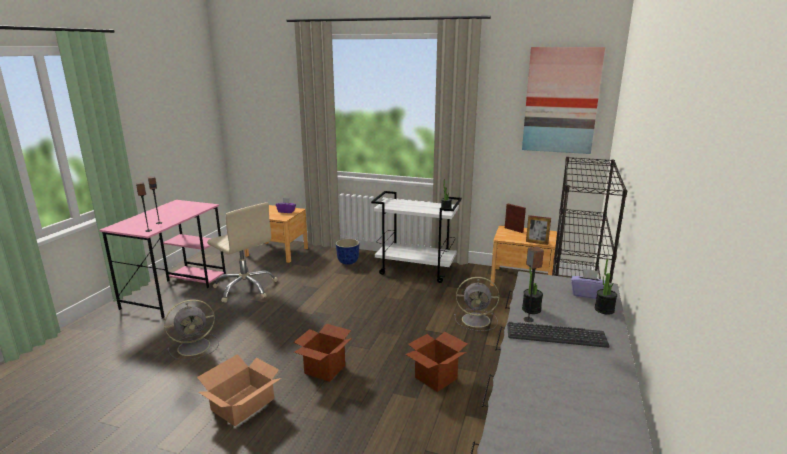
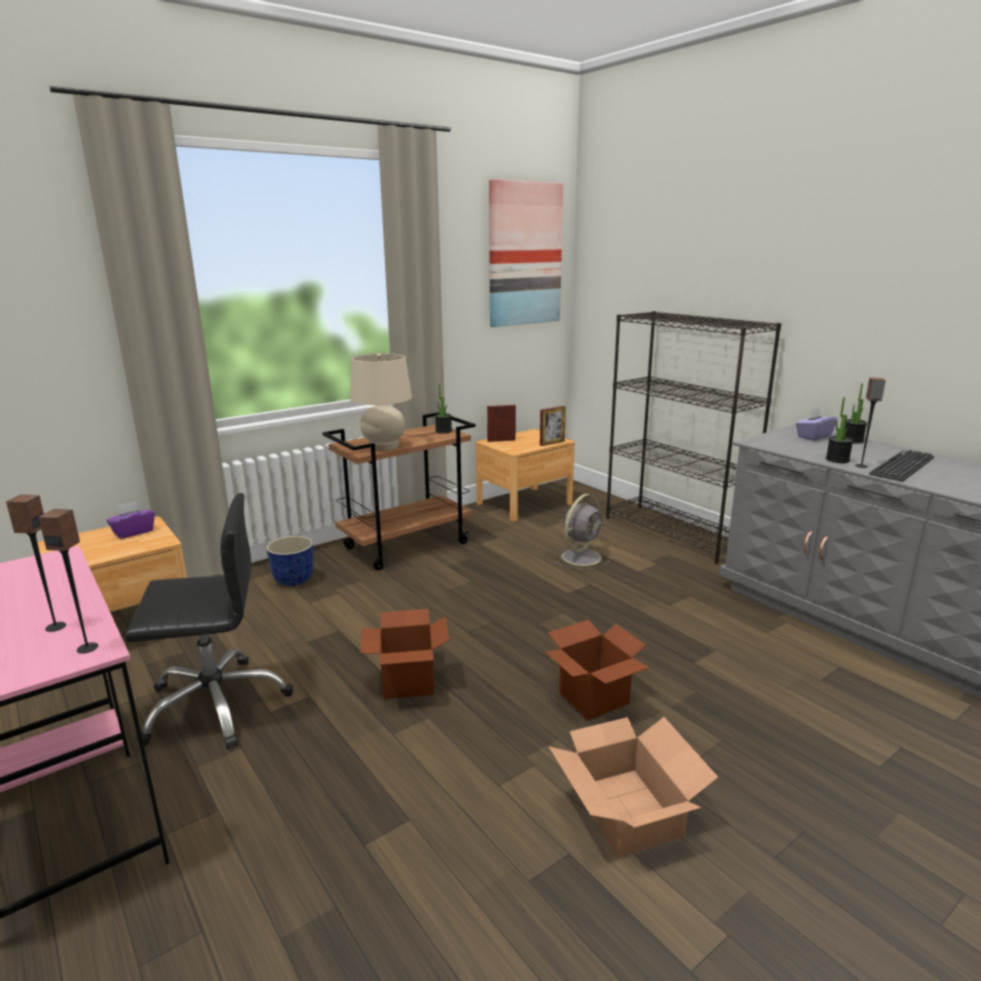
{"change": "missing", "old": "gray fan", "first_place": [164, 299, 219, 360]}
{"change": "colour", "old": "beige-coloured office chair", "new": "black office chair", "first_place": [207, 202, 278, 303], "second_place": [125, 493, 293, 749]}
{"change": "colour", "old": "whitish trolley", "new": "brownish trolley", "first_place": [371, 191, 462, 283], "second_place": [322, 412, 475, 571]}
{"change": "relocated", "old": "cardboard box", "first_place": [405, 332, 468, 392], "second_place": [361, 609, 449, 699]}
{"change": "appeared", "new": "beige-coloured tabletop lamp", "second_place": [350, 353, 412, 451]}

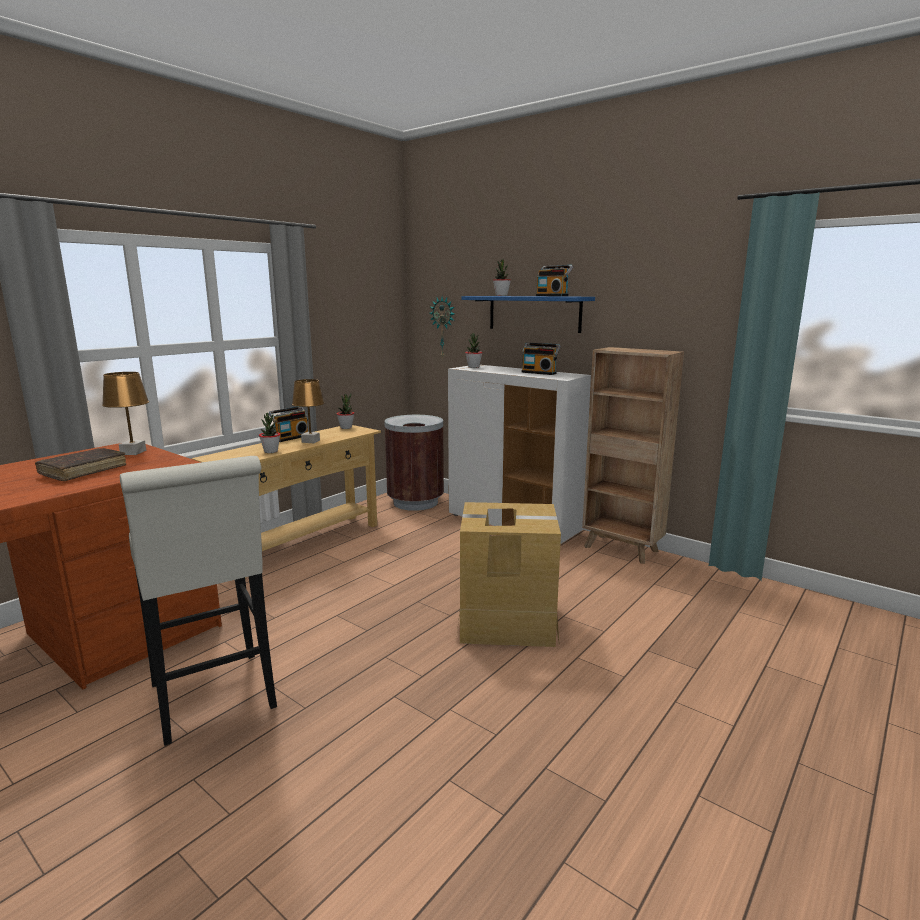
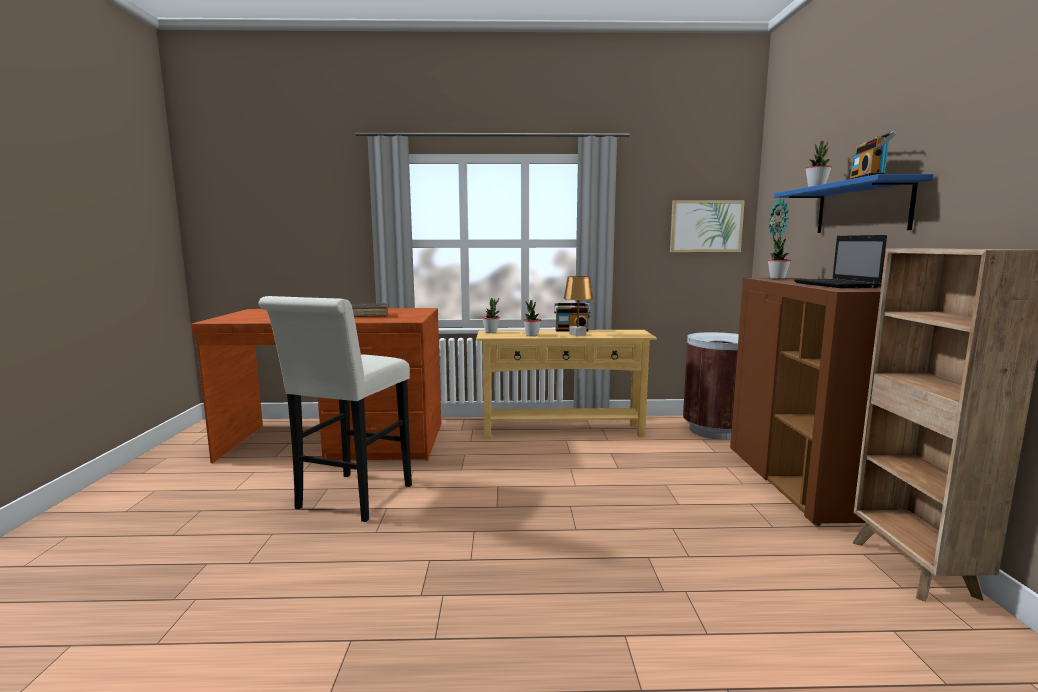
{"change": "missing", "old": "brownish tabletop lamp", "first_place": [102, 372, 149, 455]}
{"change": "relocated", "old": "houseplant", "first_place": [337, 394, 354, 429], "second_place": [482, 298, 500, 333]}
{"change": "colour", "old": "whitish cupboard", "new": "brownish cupboard", "first_place": [448, 365, 591, 545], "second_place": [730, 278, 881, 526]}
{"change": "missing", "old": "cardboard box", "first_place": [457, 502, 561, 647]}
{"change": "exchanged", "old": "radio", "new": "portable computer", "first_place": [521, 343, 561, 375], "second_place": [794, 235, 887, 288]}
{"change": "appeared", "new": "picture", "second_place": [670, 200, 745, 252]}

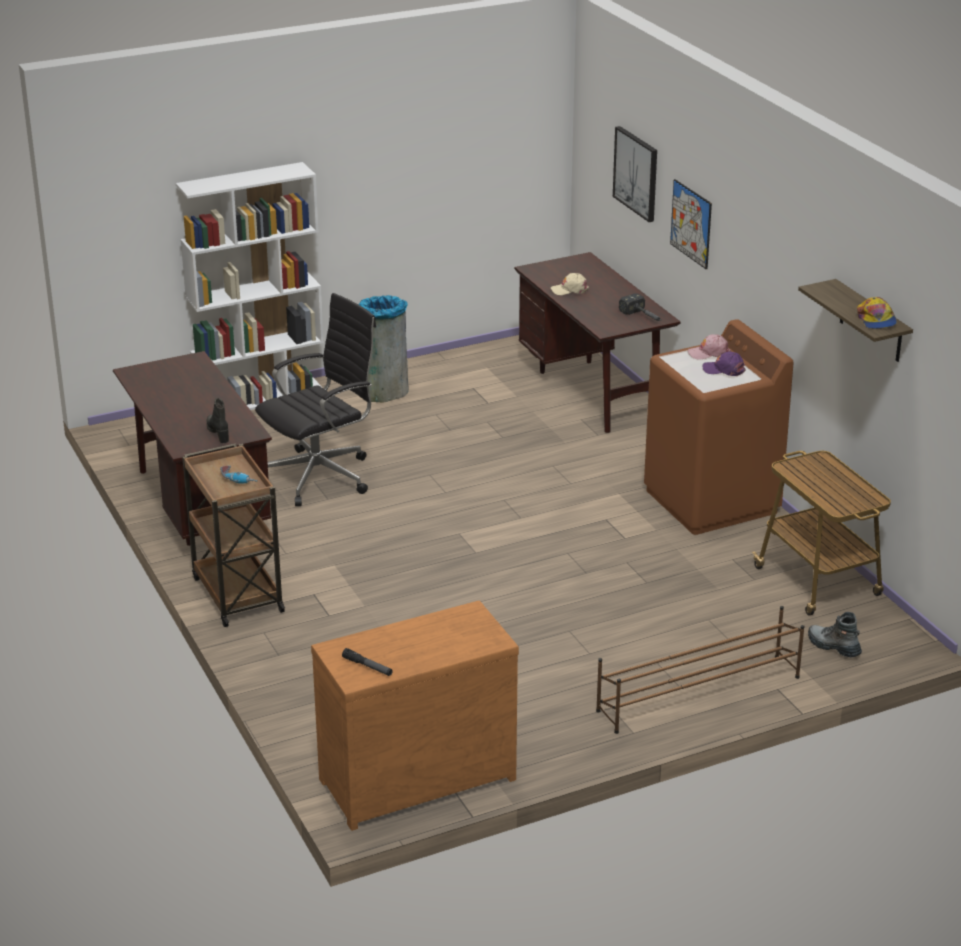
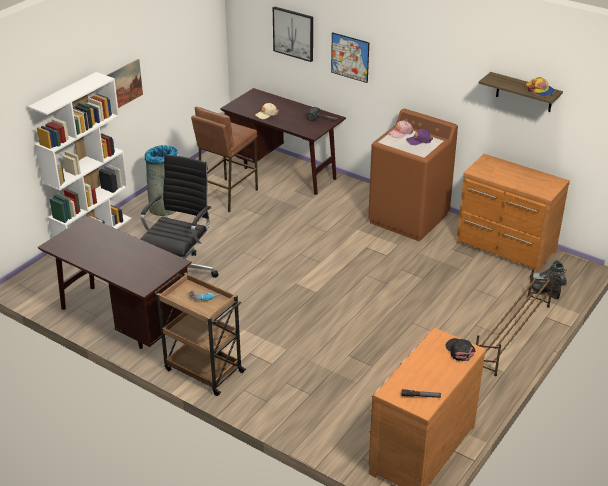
{"change": "relocated", "old": "black tall boot", "first_place": [206, 398, 229, 443], "second_place": [531, 274, 562, 300]}
{"change": "exchanged", "old": "trolley", "new": "brownish dresser", "first_place": [752, 451, 891, 616], "second_place": [456, 154, 570, 273]}
{"change": "appeared", "new": "picture", "second_place": [107, 59, 143, 108]}
{"change": "appeared", "new": "brownish sitting stool", "second_place": [191, 107, 258, 212]}
{"change": "appeared", "new": "black peaked cap", "second_place": [445, 338, 475, 361]}

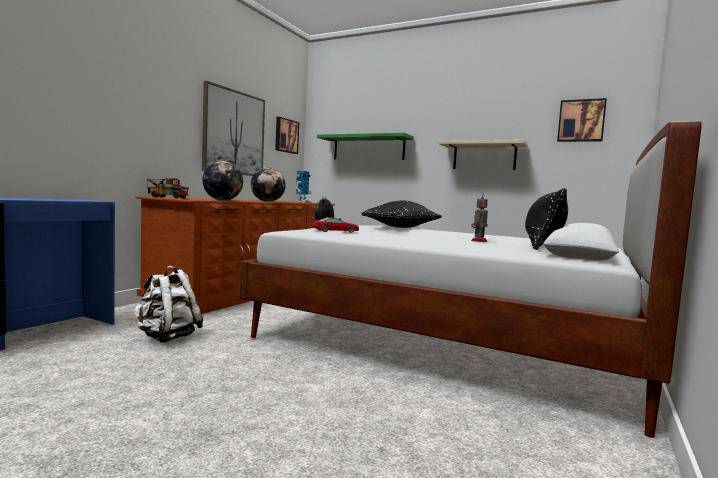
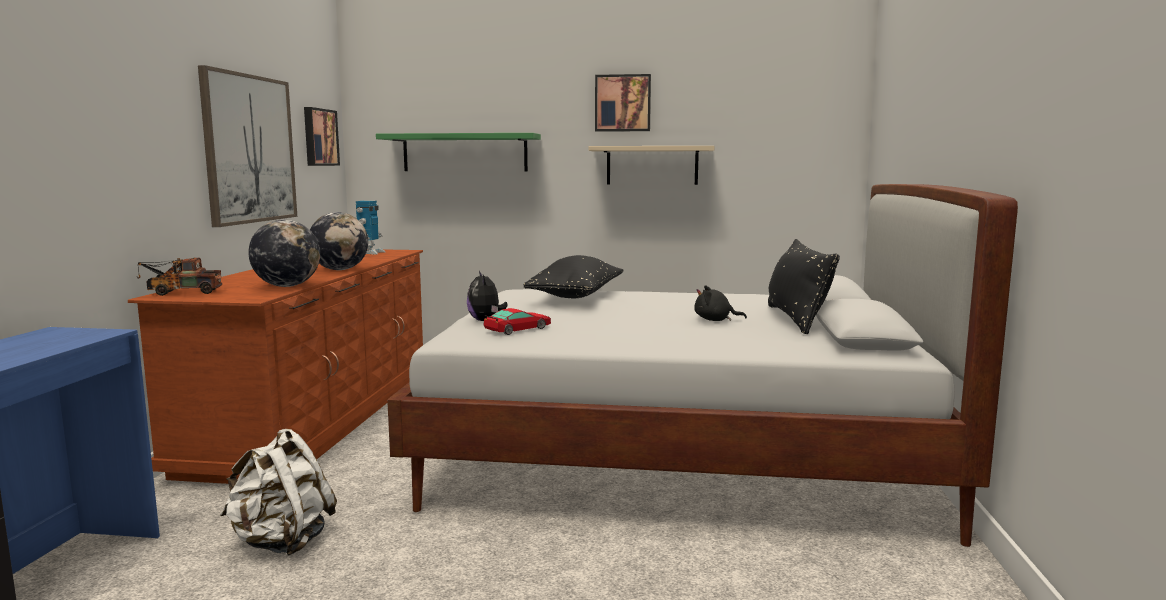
{"change": "exchanged", "old": "toy robot", "new": "black cuddly toy", "first_place": [471, 193, 488, 242], "second_place": [694, 286, 747, 321]}
{"change": "relocated", "old": "picture", "first_place": [557, 98, 607, 142], "second_place": [595, 74, 651, 132]}

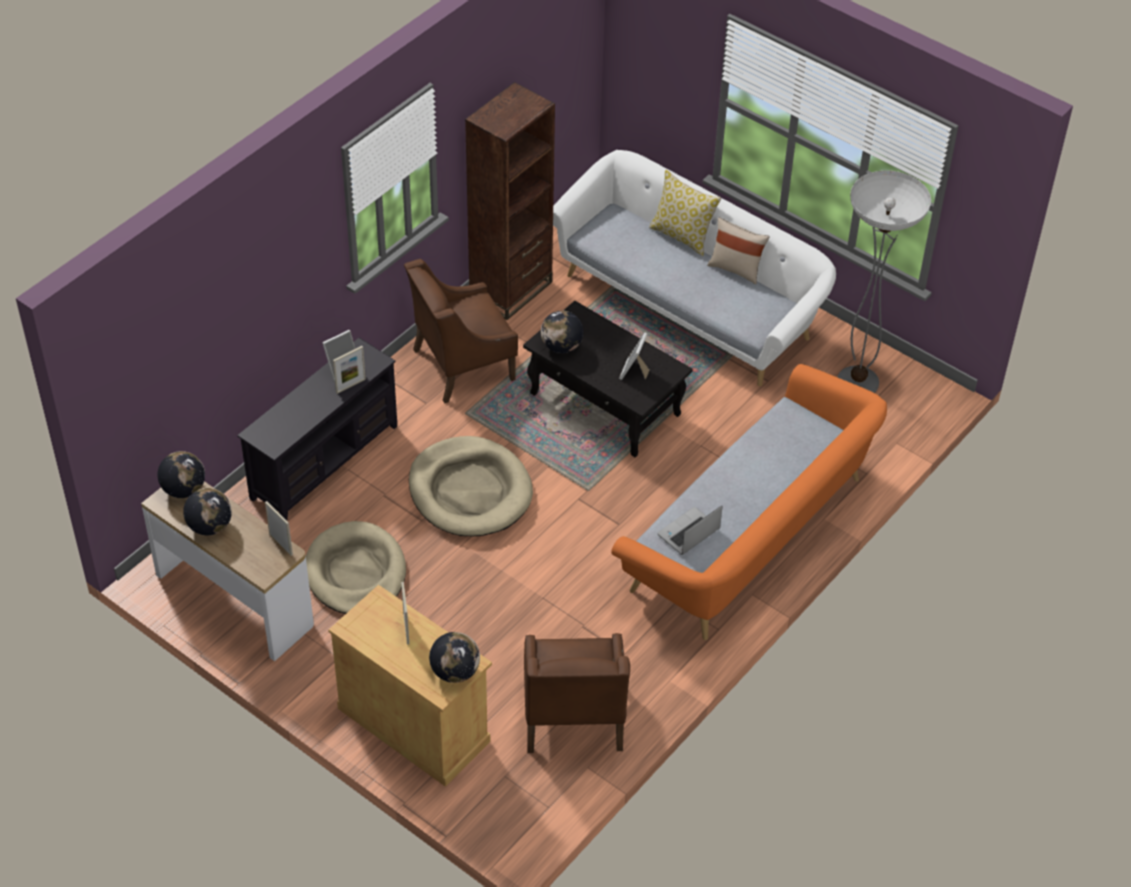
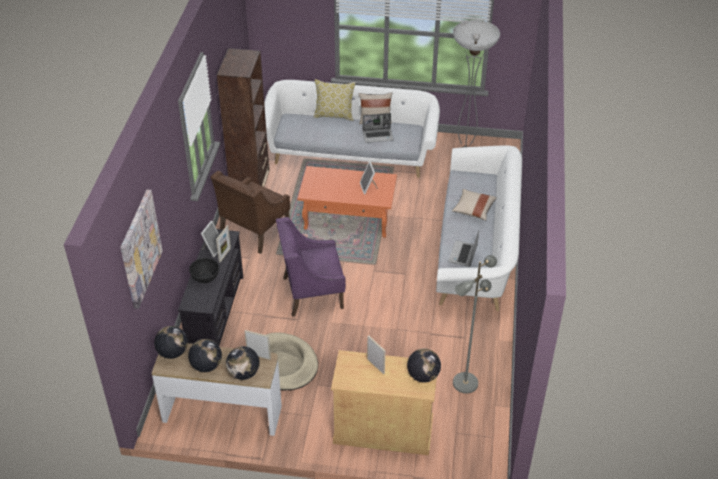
{"change": "exchanged", "old": "beige-coloured dog bed", "new": "purplish lounge chair", "first_place": [409, 436, 533, 537], "second_place": [276, 217, 346, 317]}
{"change": "colour", "old": "black low table", "new": "orange low table", "first_place": [523, 301, 693, 457], "second_place": [298, 166, 397, 238]}
{"change": "exchanged", "old": "brownish lounge chair", "new": "gray floor lamp", "first_place": [524, 633, 630, 753], "second_place": [453, 255, 497, 394]}
{"change": "relocated", "old": "globe", "first_place": [541, 311, 583, 353], "second_place": [226, 346, 260, 380]}
{"change": "colour", "old": "orange couch", "new": "whitish couch", "first_place": [611, 364, 887, 640], "second_place": [436, 145, 522, 311]}
{"change": "appeared", "new": "picture", "second_place": [120, 190, 162, 309]}
{"change": "appeared", "new": "black bowl", "second_place": [189, 258, 219, 283]}
{"change": "appeared", "new": "portable computer", "second_place": [363, 113, 394, 143]}
{"change": "appeared", "new": "beige-coloured pillow", "second_place": [452, 189, 497, 221]}

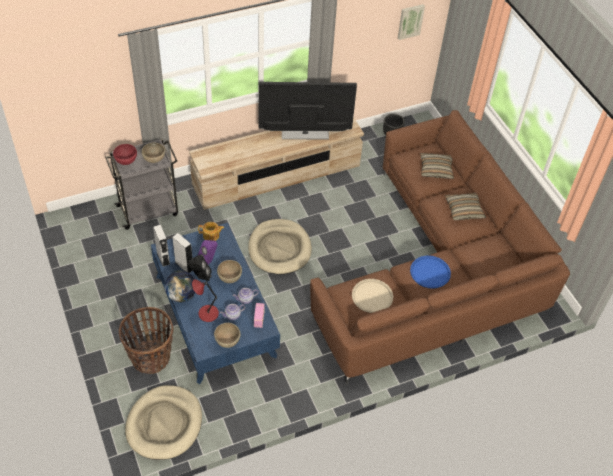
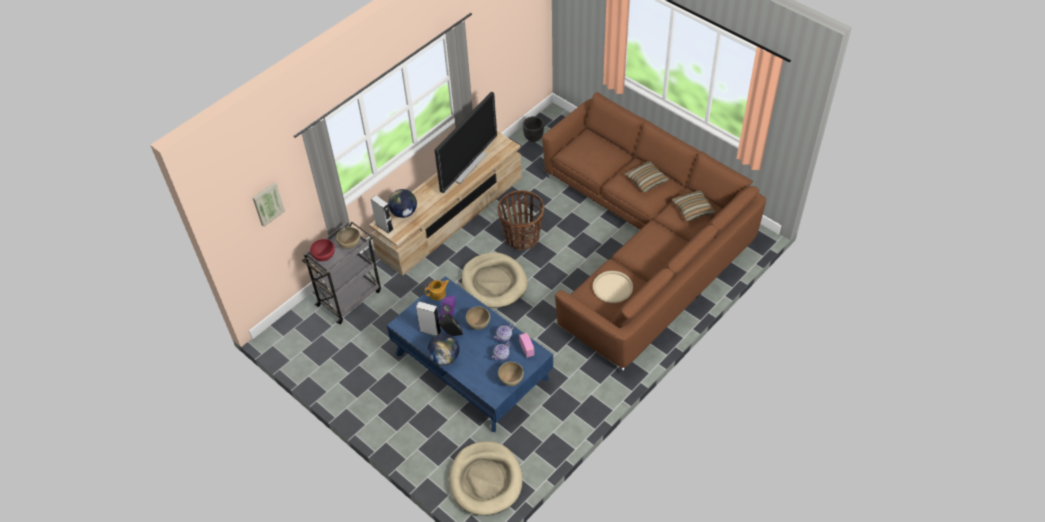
{"change": "relocated", "old": "storage basket", "first_place": [119, 307, 174, 374], "second_place": [497, 190, 544, 250]}
{"change": "relocated", "old": "gray loudspeaker", "first_place": [153, 224, 170, 267], "second_place": [371, 195, 394, 234]}
{"change": "missing", "old": "red-coloured tabletop lamp", "first_place": [192, 279, 219, 322]}
{"change": "spun", "old": "TV", "first_place": [259, 82, 357, 140], "second_place": [435, 92, 497, 193], "degrees": 150}
{"change": "relocated", "old": "picture", "first_place": [398, 4, 425, 40], "second_place": [253, 182, 285, 227]}
{"change": "missing", "old": "blue tray", "first_place": [410, 255, 451, 289]}
{"change": "relocated", "old": "pillow", "first_place": [420, 153, 454, 179], "second_place": [672, 190, 716, 221]}
{"change": "appeared", "new": "globe", "second_place": [388, 189, 417, 218]}

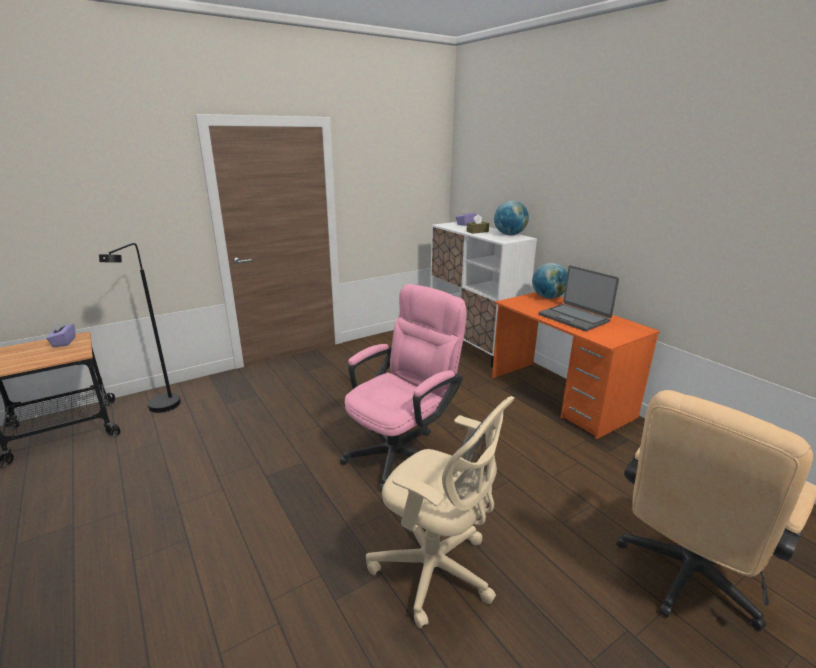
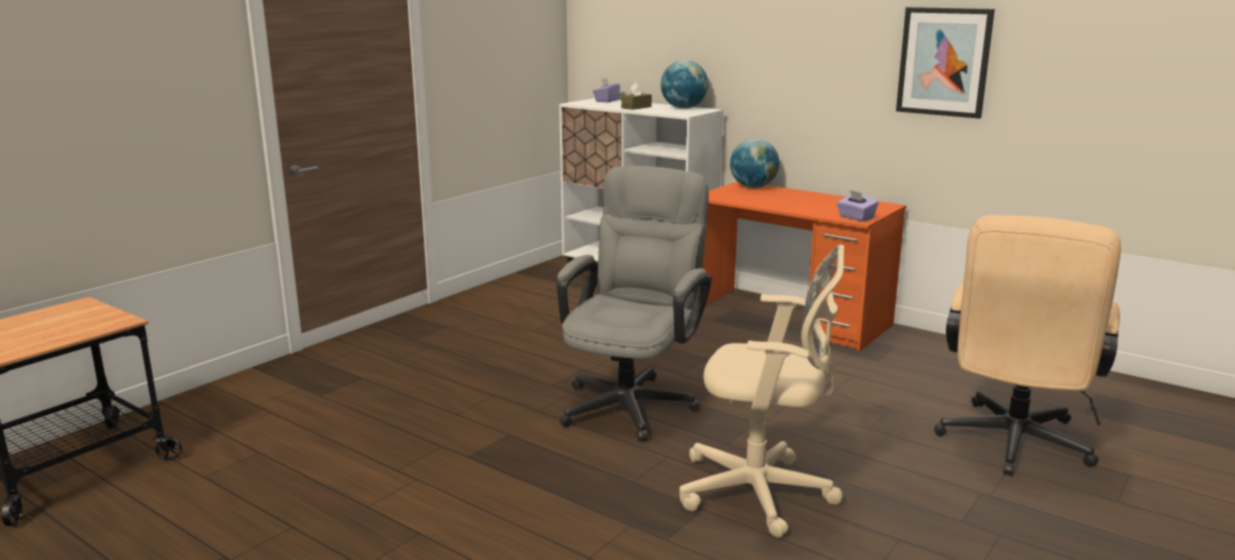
{"change": "relocated", "old": "purplish tissue box", "first_place": [46, 321, 75, 347], "second_place": [837, 190, 878, 221]}
{"change": "missing", "old": "black floor lamp", "first_place": [99, 243, 181, 413]}
{"change": "colour", "old": "pink office chair", "new": "gray office chair", "first_place": [340, 284, 467, 491], "second_place": [556, 166, 712, 442]}
{"change": "missing", "old": "portable computer", "first_place": [539, 265, 619, 331]}
{"change": "appeared", "new": "picture", "second_place": [896, 7, 995, 119]}

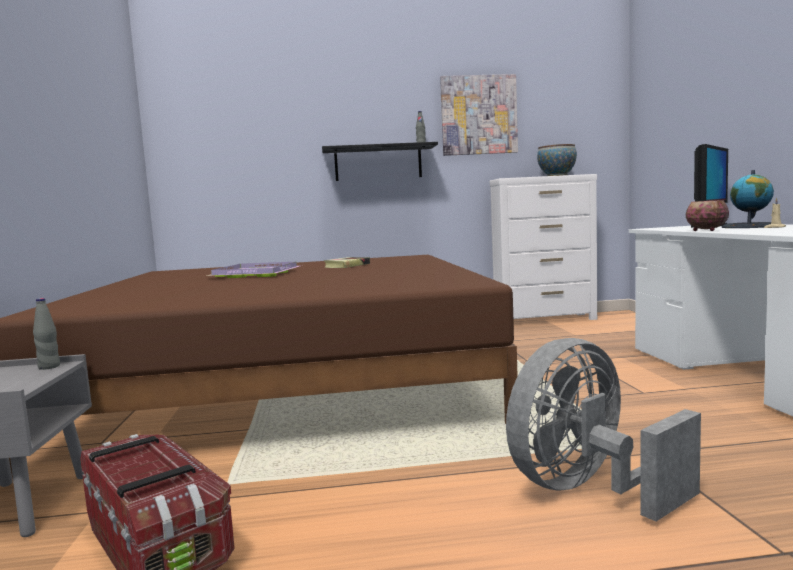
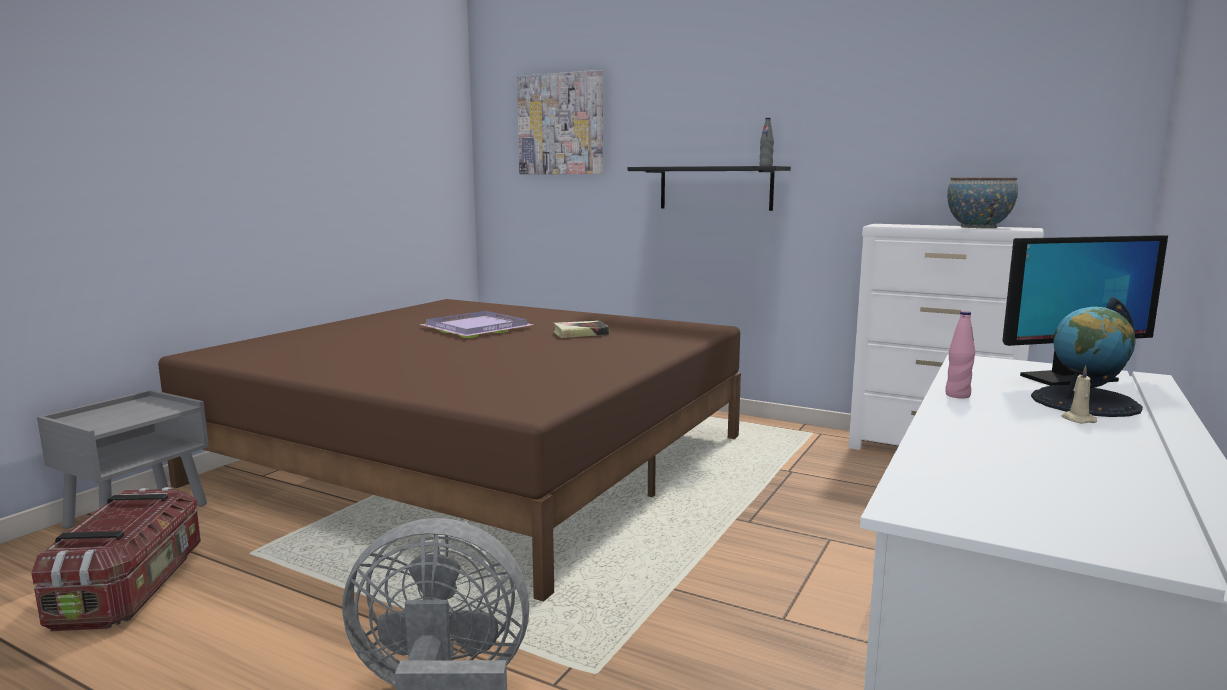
{"change": "missing", "old": "gray bottle", "first_place": [33, 298, 60, 370]}
{"change": "relocated", "old": "picture", "first_place": [440, 74, 518, 156], "second_place": [517, 70, 603, 174]}
{"change": "exchanged", "old": "bowl", "new": "pink bottle", "first_place": [686, 200, 729, 231], "second_place": [945, 311, 975, 399]}

